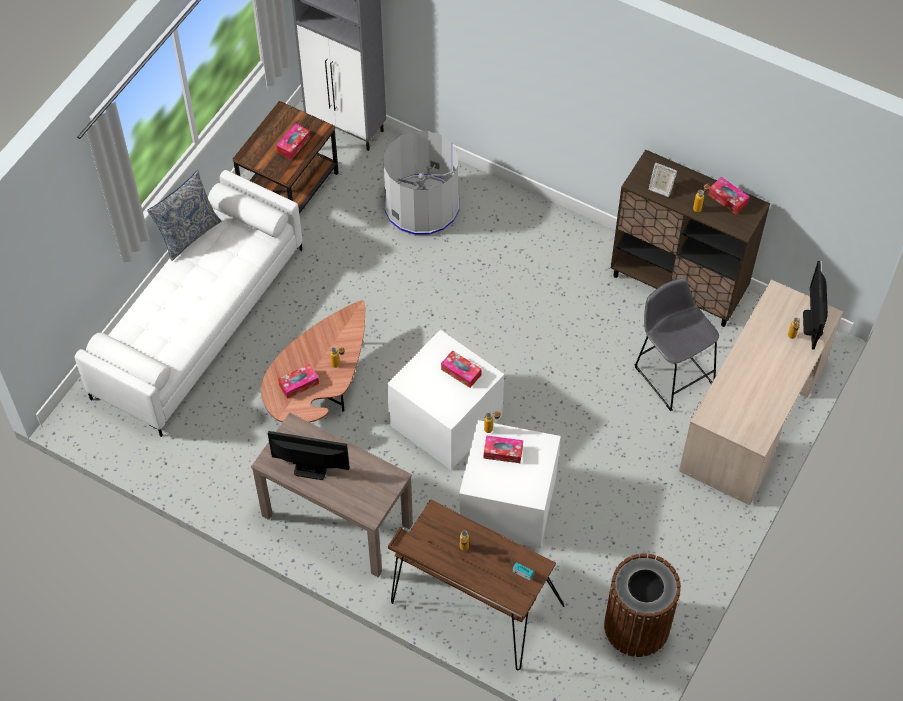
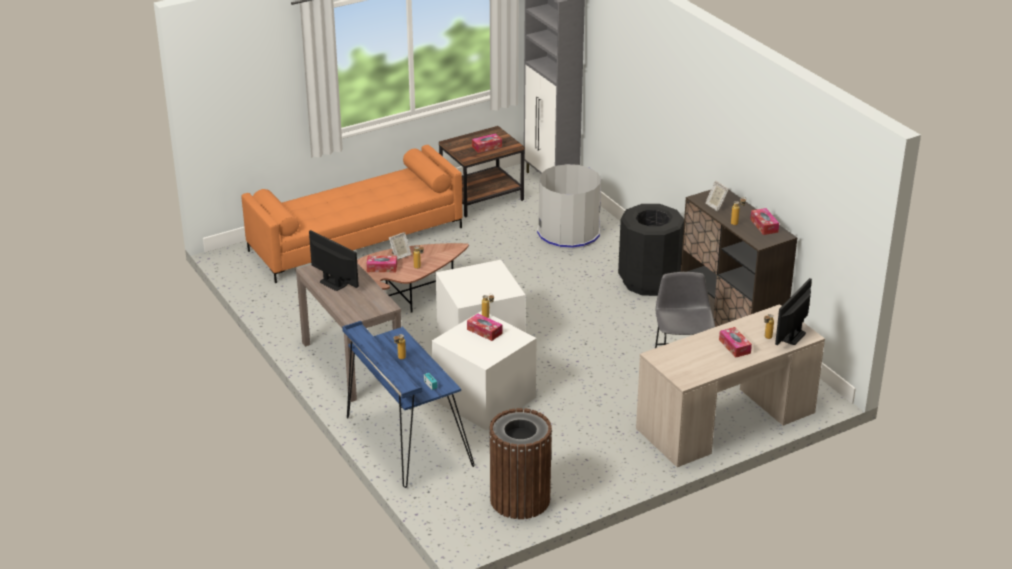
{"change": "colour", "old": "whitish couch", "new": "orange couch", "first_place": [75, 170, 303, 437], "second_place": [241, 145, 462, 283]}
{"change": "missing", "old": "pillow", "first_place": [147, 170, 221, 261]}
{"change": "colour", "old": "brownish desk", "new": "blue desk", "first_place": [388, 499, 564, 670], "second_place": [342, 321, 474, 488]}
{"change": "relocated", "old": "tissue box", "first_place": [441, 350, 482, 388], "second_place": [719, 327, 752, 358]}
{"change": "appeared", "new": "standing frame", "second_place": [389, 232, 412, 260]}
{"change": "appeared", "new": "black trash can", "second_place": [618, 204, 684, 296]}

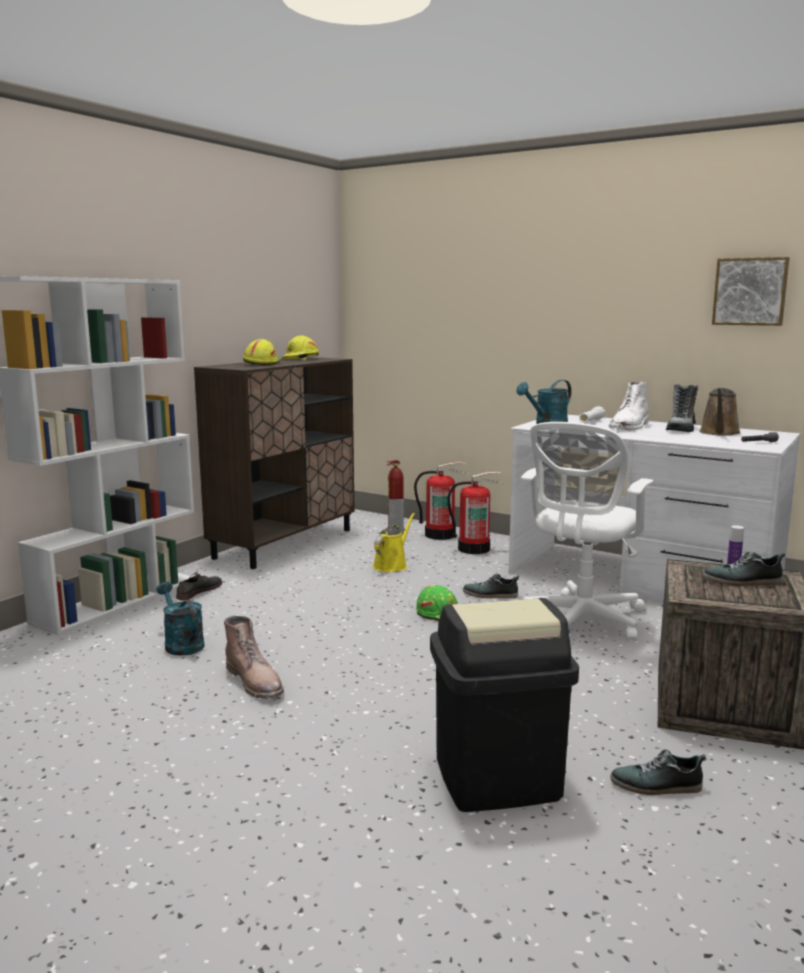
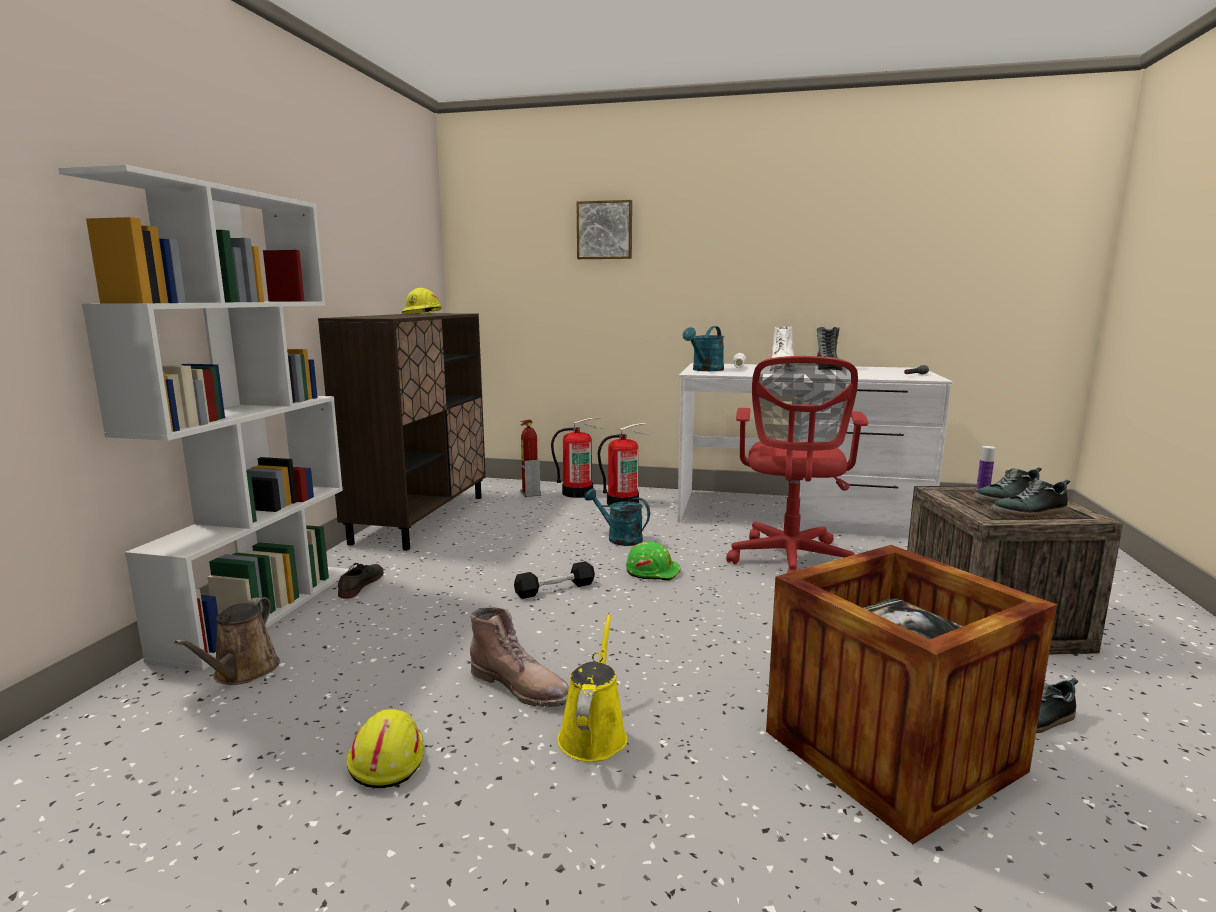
{"change": "relocated", "old": "turquoise-coloured sprinkling can", "first_place": [156, 582, 204, 656], "second_place": [585, 489, 650, 546]}
{"change": "relocated", "old": "yellowish safety helmet", "first_place": [243, 339, 280, 365], "second_place": [346, 709, 423, 788]}
{"change": "relocated", "old": "yellowish sprinkling can", "first_place": [373, 513, 415, 572], "second_place": [557, 613, 627, 762]}
{"change": "exchanged", "old": "black trash can", "new": "packing crate", "first_place": [430, 598, 579, 812], "second_place": [766, 545, 1057, 844]}
{"change": "relocated", "old": "low shoe", "first_place": [463, 574, 519, 598], "second_place": [991, 480, 1070, 517]}
{"change": "colour", "old": "whitish office chair", "new": "red-coloured office chair", "first_place": [521, 422, 653, 642], "second_place": [726, 356, 868, 573]}
{"change": "relocated", "old": "brownish sprinkling can", "first_place": [699, 388, 741, 436], "second_place": [174, 597, 280, 685]}
{"change": "relocated", "old": "picture", "first_place": [712, 257, 790, 326], "second_place": [577, 200, 632, 259]}
{"change": "appeared", "new": "black free weight", "second_place": [514, 561, 595, 599]}

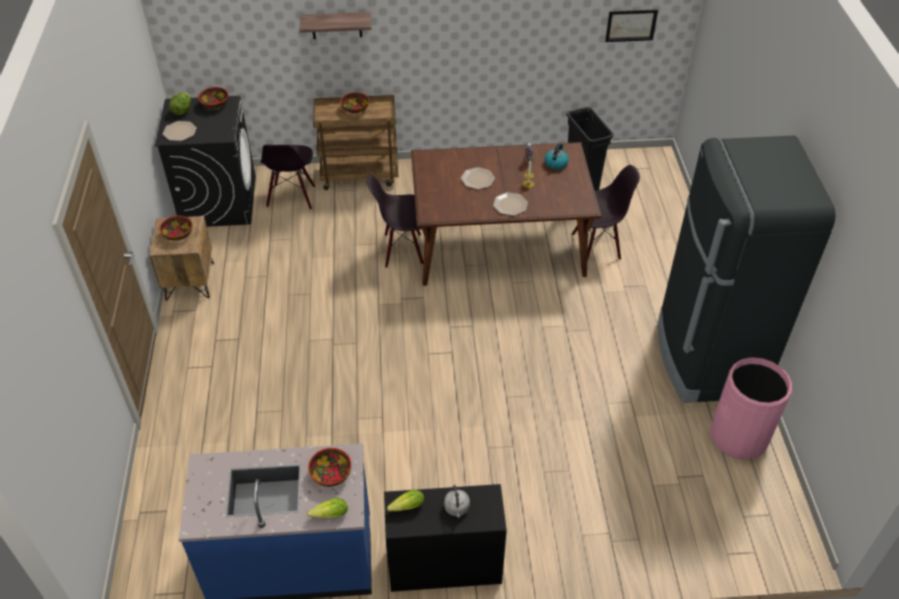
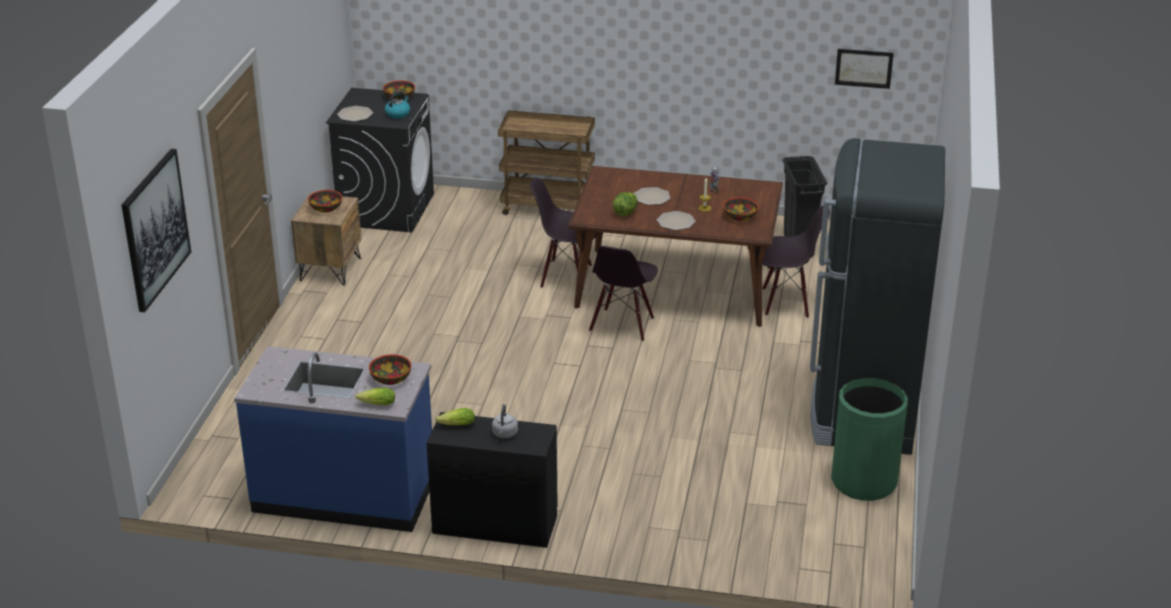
{"change": "relocated", "old": "lettuce", "first_place": [169, 93, 191, 115], "second_place": [612, 192, 638, 216]}
{"change": "relocated", "old": "black plain chair", "first_place": [261, 144, 315, 210], "second_place": [589, 246, 658, 341]}
{"change": "missing", "old": "bracket shelf", "first_place": [300, 12, 371, 39]}
{"change": "relocated", "old": "bowl", "first_place": [340, 92, 369, 113], "second_place": [723, 197, 759, 221]}
{"change": "relocated", "old": "tea kettle", "first_place": [545, 143, 569, 170], "second_place": [385, 91, 410, 119]}
{"change": "colour", "old": "pink trash can", "new": "green trash can", "first_place": [710, 357, 792, 460], "second_place": [831, 378, 908, 501]}
{"change": "appeared", "new": "picture", "second_place": [122, 149, 191, 312]}

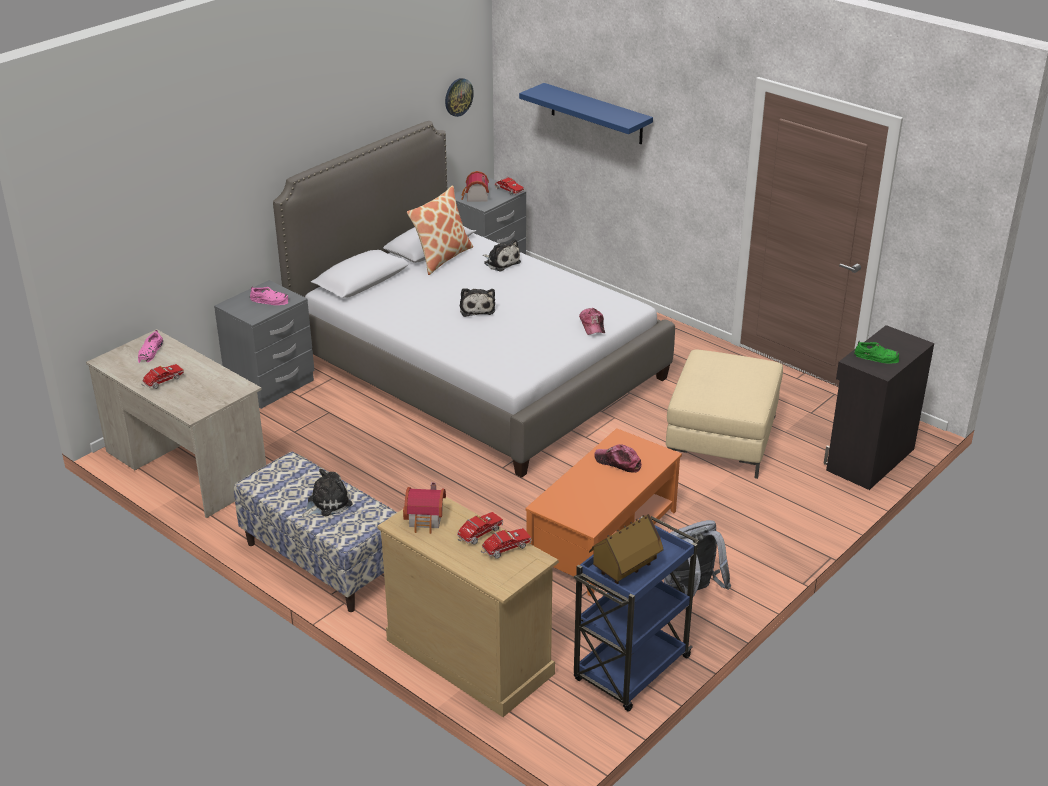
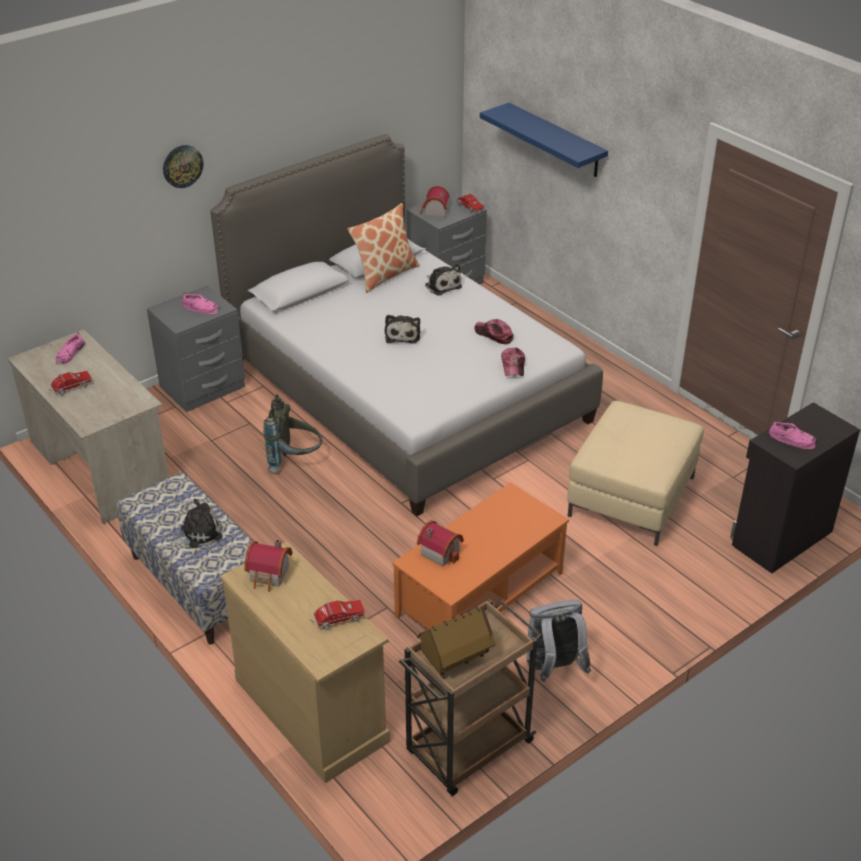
{"change": "relocated", "old": "wall clock", "first_place": [445, 78, 474, 117], "second_place": [163, 145, 203, 188]}
{"change": "missing", "old": "toy truck", "first_place": [456, 512, 503, 545]}
{"change": "colour", "old": "blue trolley", "new": "brownish trolley", "first_place": [574, 516, 699, 712], "second_place": [399, 599, 542, 796]}
{"change": "relocated", "old": "peaked cap", "first_place": [594, 444, 642, 473], "second_place": [474, 319, 513, 345]}
{"change": "colour", "old": "green low shoe", "new": "pink low shoe", "first_place": [854, 340, 899, 364], "second_place": [769, 420, 816, 449]}
{"change": "appeared", "new": "gray backpack", "second_place": [263, 394, 323, 472]}
{"change": "appeared", "new": "toy house", "second_place": [417, 520, 464, 567]}

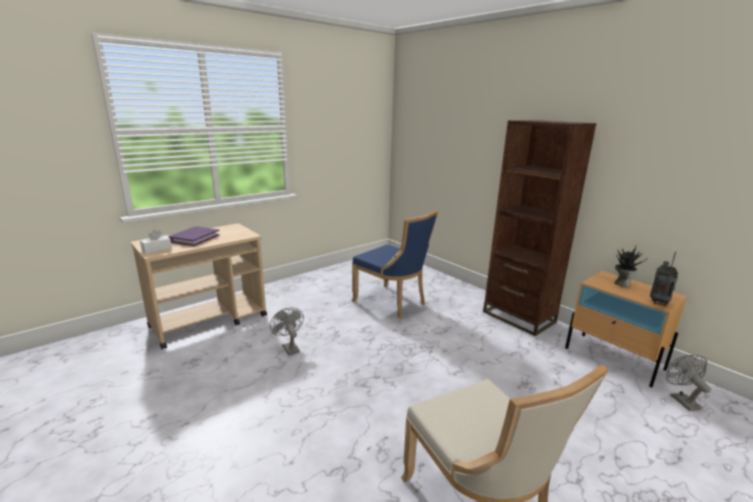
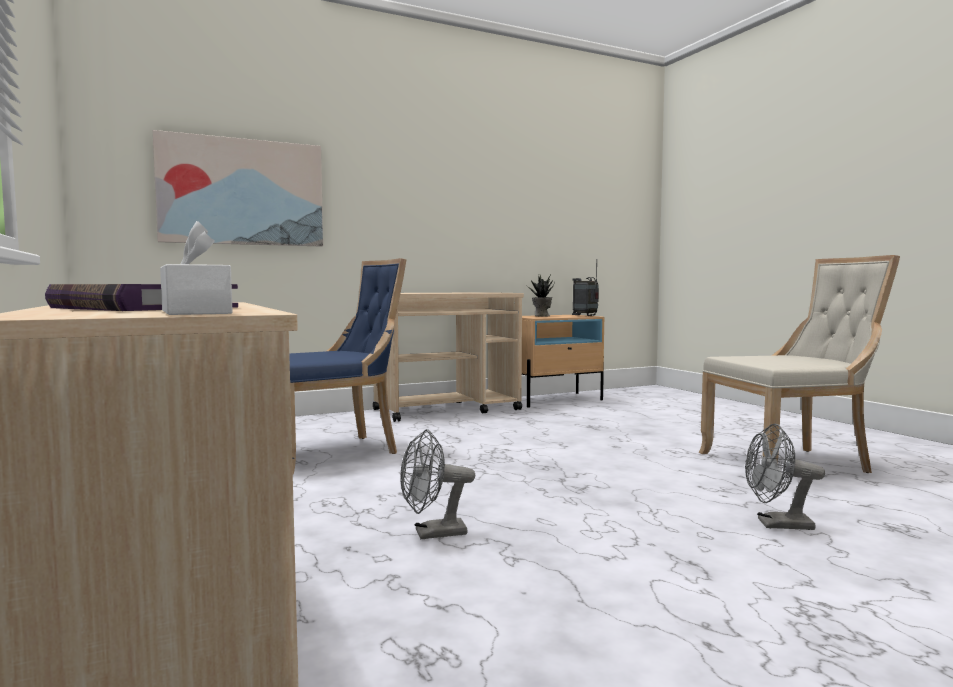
{"change": "exchanged", "old": "brownish bookshelf", "new": "beige-coloured trolley", "first_place": [483, 120, 597, 336], "second_place": [373, 292, 524, 422]}
{"change": "relocated", "old": "gray fan", "first_place": [666, 355, 711, 411], "second_place": [745, 424, 825, 530]}
{"change": "appeared", "new": "picture", "second_place": [152, 130, 323, 247]}

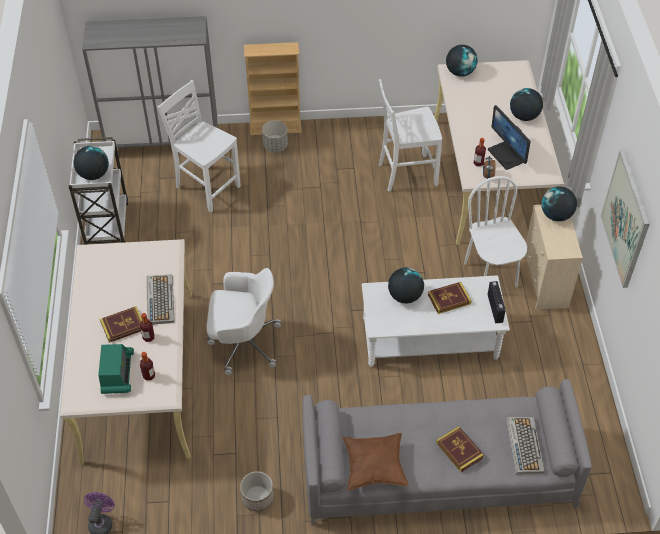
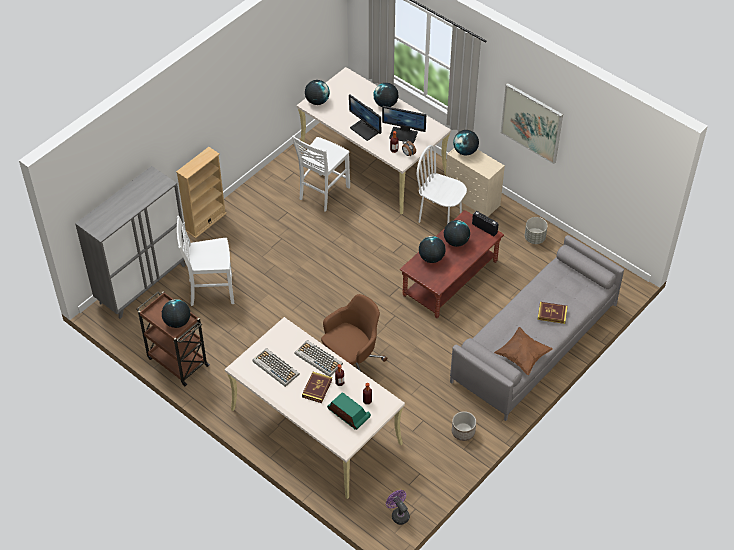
{"change": "colour", "old": "whitish trolley", "new": "brownish trolley", "first_place": [69, 137, 128, 245], "second_place": [137, 291, 210, 386]}
{"change": "colour", "old": "whitish office chair", "new": "brownish office chair", "first_place": [206, 268, 281, 375], "second_place": [321, 294, 387, 371]}
{"change": "relocated", "old": "gray plant pot", "first_place": [262, 121, 288, 152], "second_place": [525, 217, 548, 244]}
{"change": "colour", "old": "whitish low table", "new": "brownish low table", "first_place": [362, 275, 510, 367], "second_place": [400, 210, 504, 318]}
{"change": "exchanged", "old": "bound book", "new": "globe", "first_place": [428, 282, 472, 314], "second_place": [444, 220, 470, 247]}
{"change": "relocated", "old": "computer keyboard", "first_place": [506, 417, 545, 474], "second_place": [252, 348, 300, 387]}
{"change": "appeared", "new": "monitor", "second_place": [349, 95, 381, 141]}

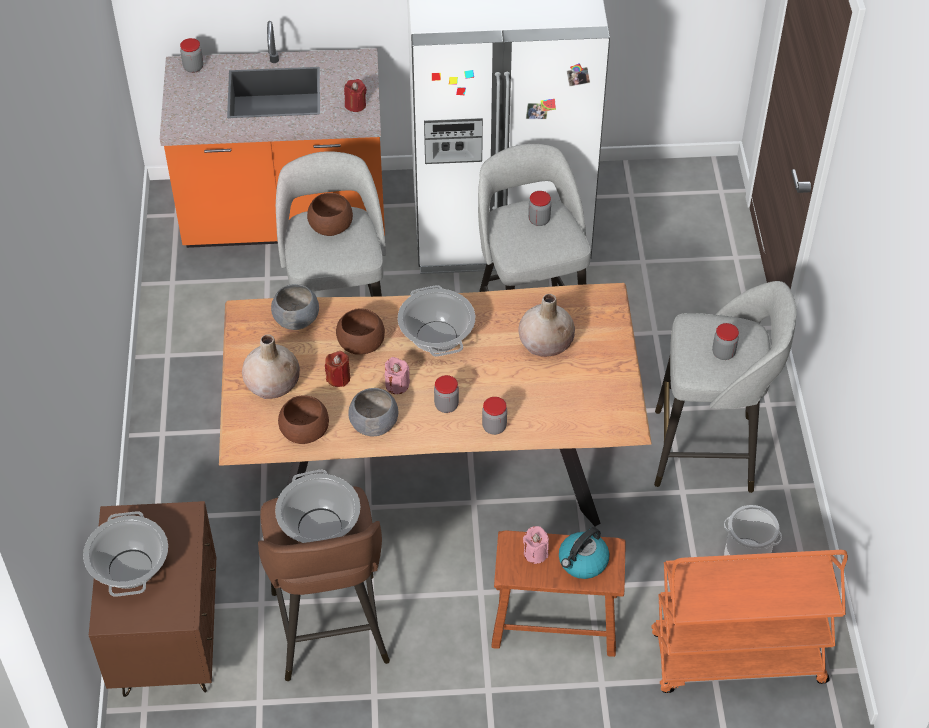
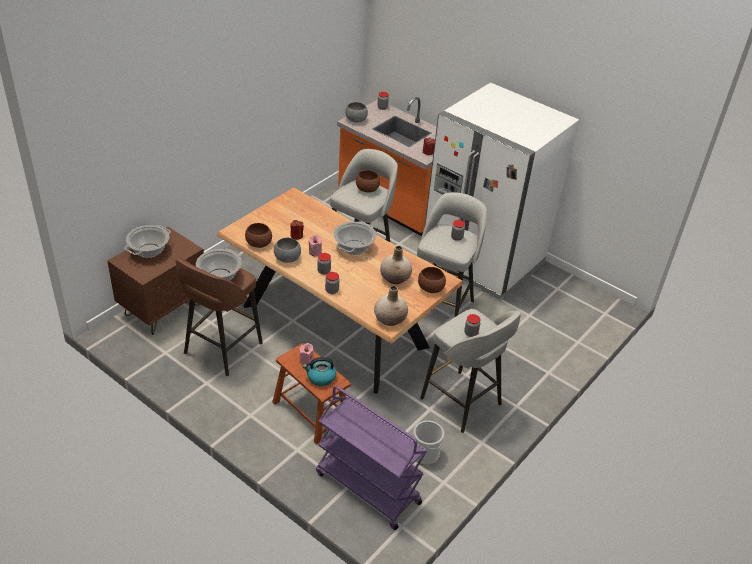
{"change": "relocated", "old": "beige-coloured vase", "first_place": [242, 334, 300, 399], "second_place": [374, 286, 408, 326]}
{"change": "relocated", "old": "gray bowl", "first_place": [271, 284, 319, 330], "second_place": [345, 102, 368, 122]}
{"change": "relocated", "old": "brownish bowl", "first_place": [336, 308, 385, 355], "second_place": [418, 267, 446, 293]}
{"change": "colour", "old": "orange trolley", "new": "purplish trolley", "first_place": [651, 550, 848, 693], "second_place": [316, 386, 427, 530]}

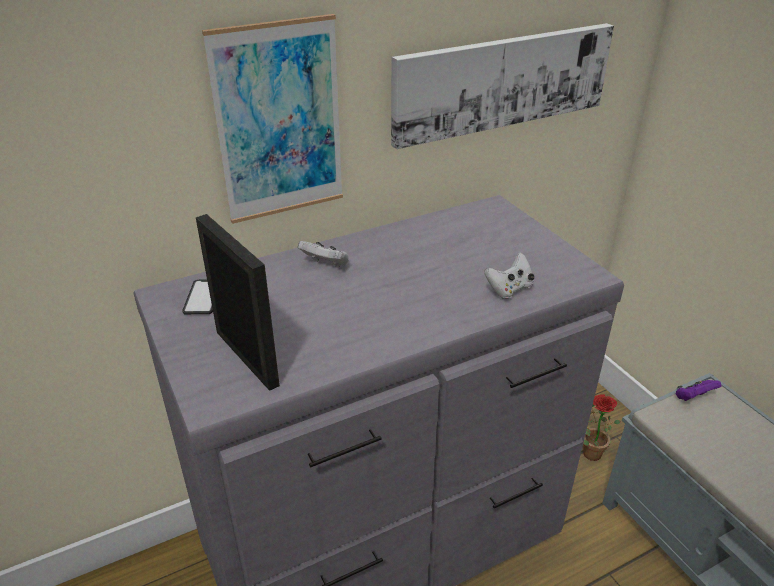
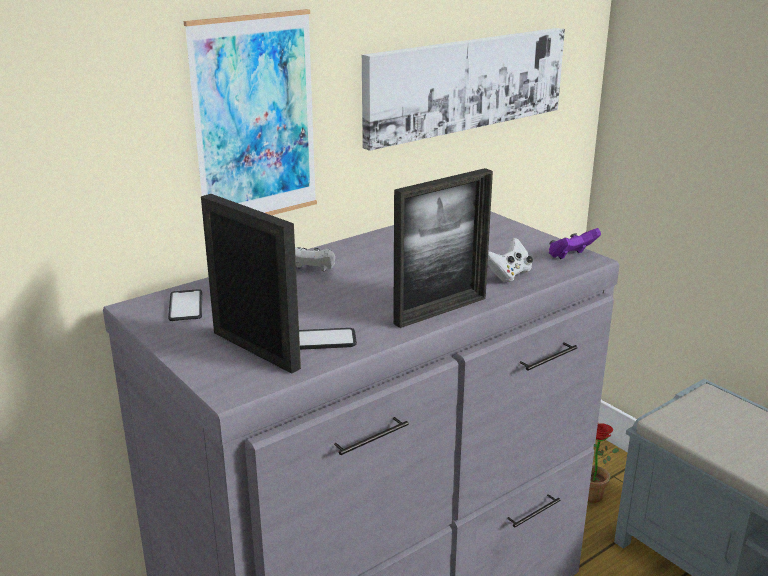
{"change": "relocated", "old": "purplish joypad", "first_place": [676, 380, 722, 401], "second_place": [549, 228, 601, 259]}
{"change": "appeared", "new": "telephone", "second_place": [299, 328, 357, 350]}
{"change": "appeared", "new": "standing frame", "second_place": [393, 168, 493, 328]}

